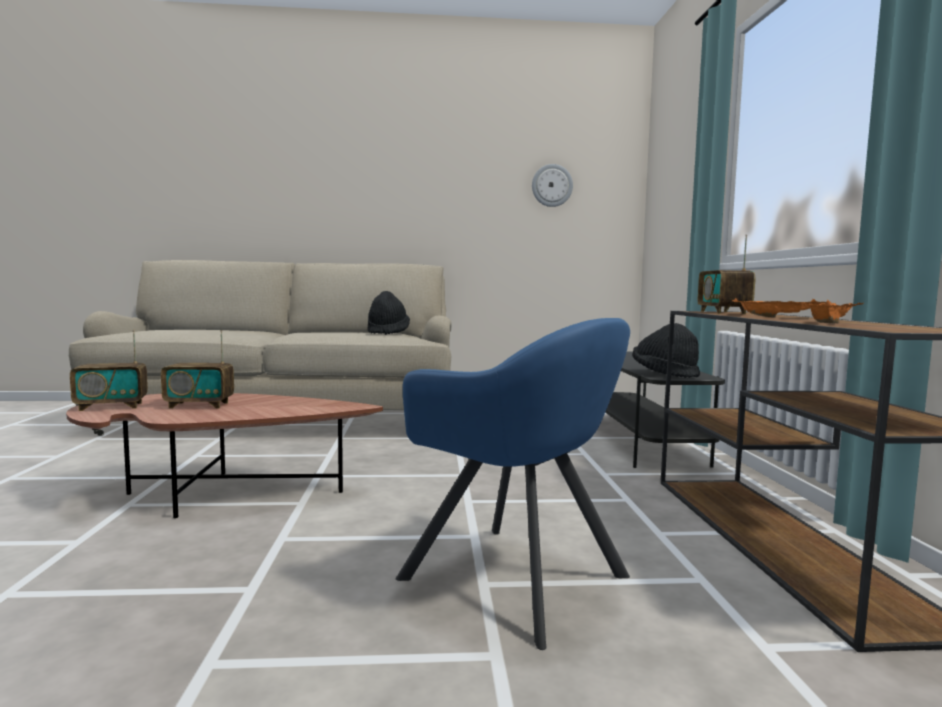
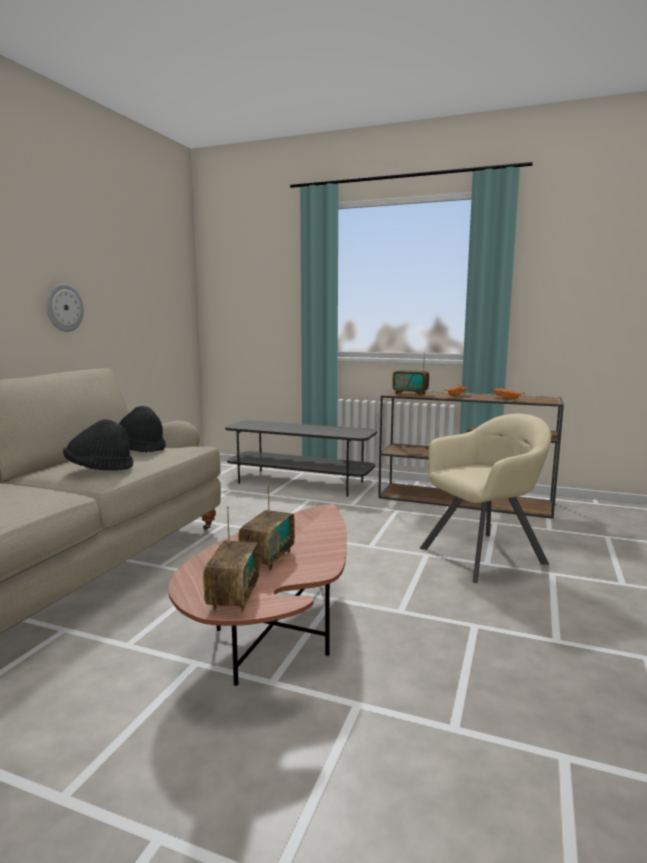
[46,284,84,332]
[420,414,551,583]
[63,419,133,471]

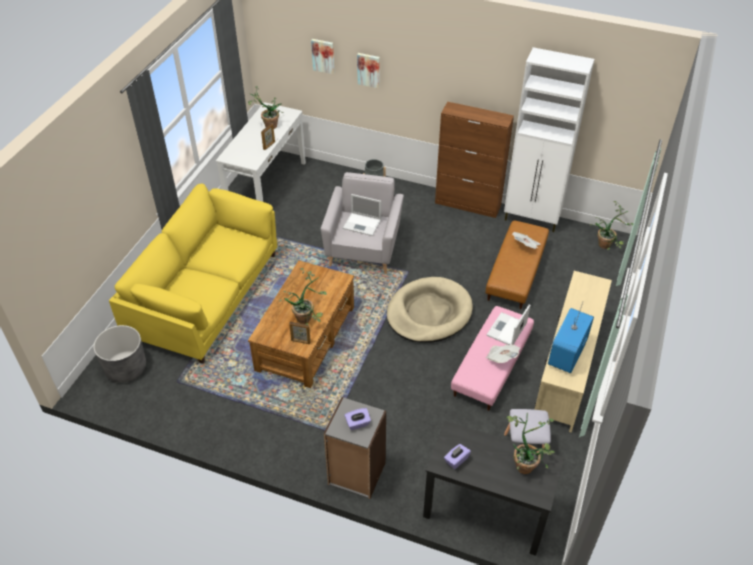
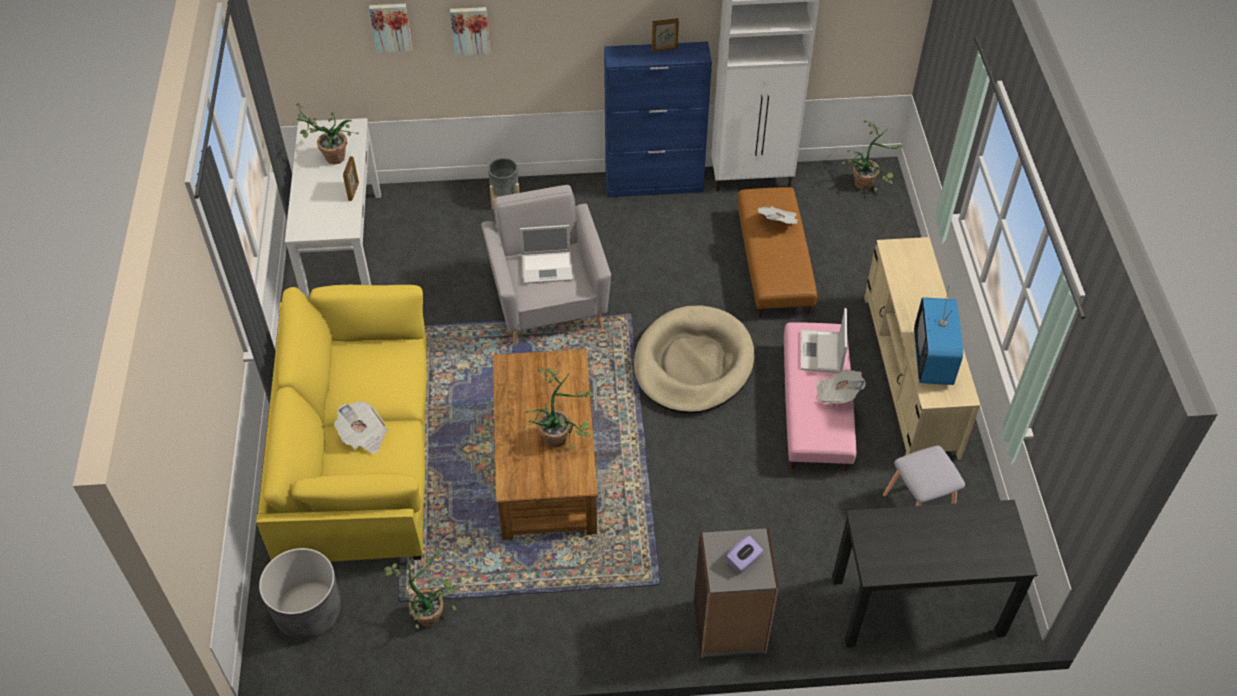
[604,41,712,197]
[652,18,679,52]
[384,550,459,629]
[444,444,471,469] (first image)
[334,401,388,454]

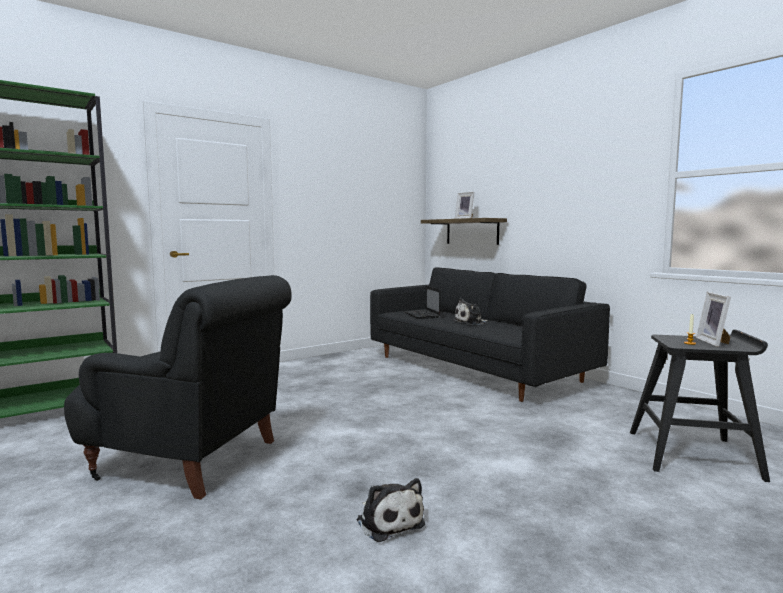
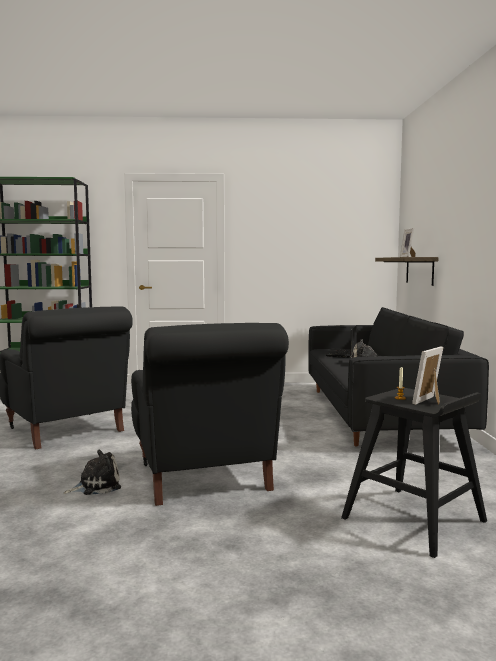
[64,450,121,495]
[131,323,289,506]

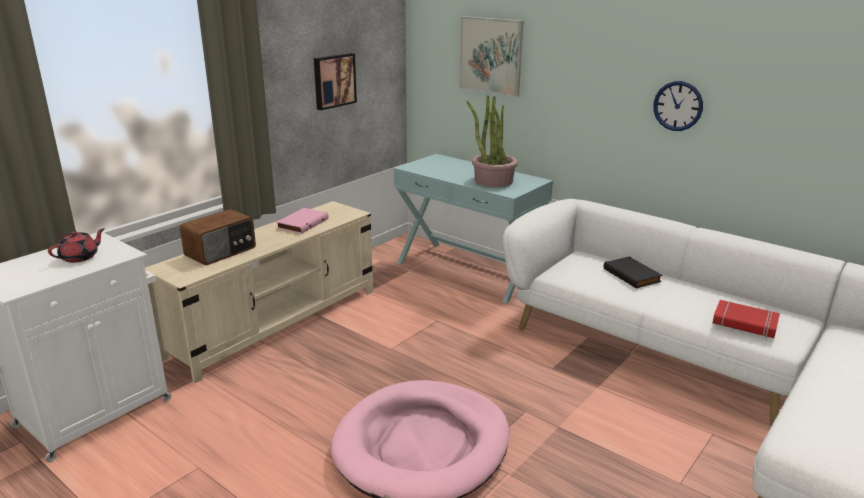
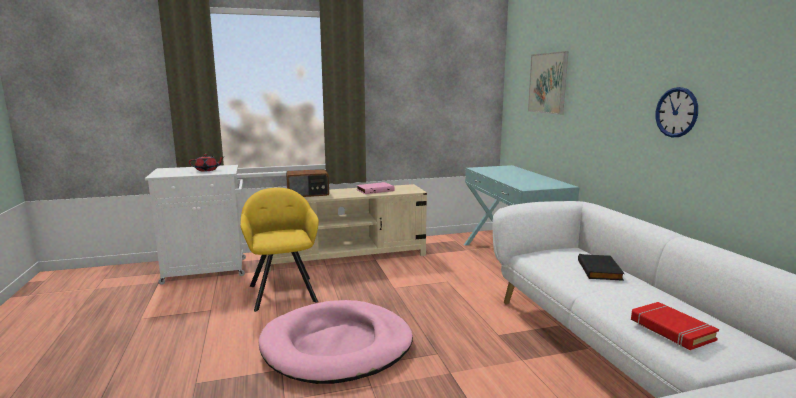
[314,53,357,110] (first image)
[467,95,518,187] (first image)
[240,188,319,312]

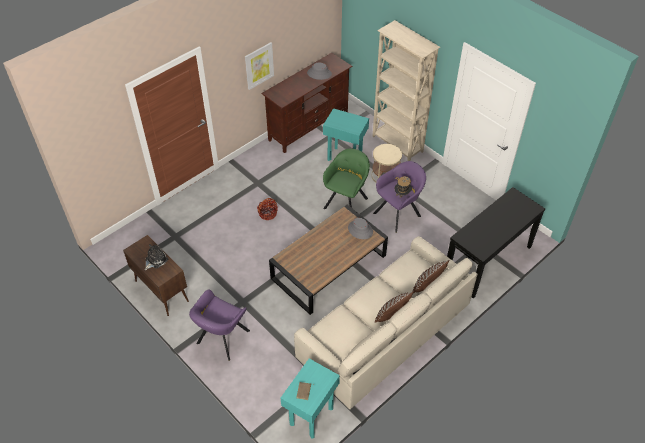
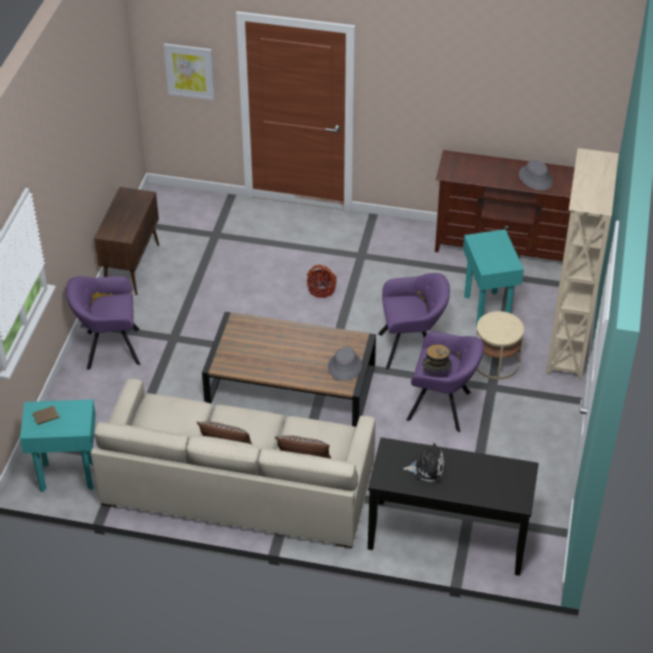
[164,43,215,100]
[378,273,450,370]
[403,443,444,482]

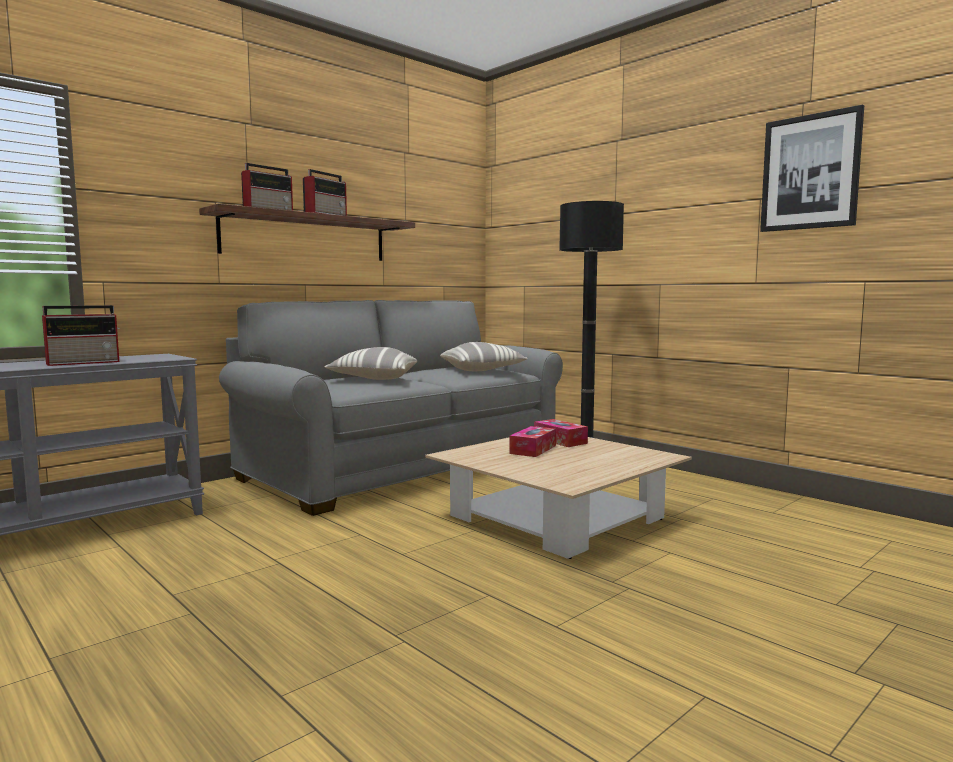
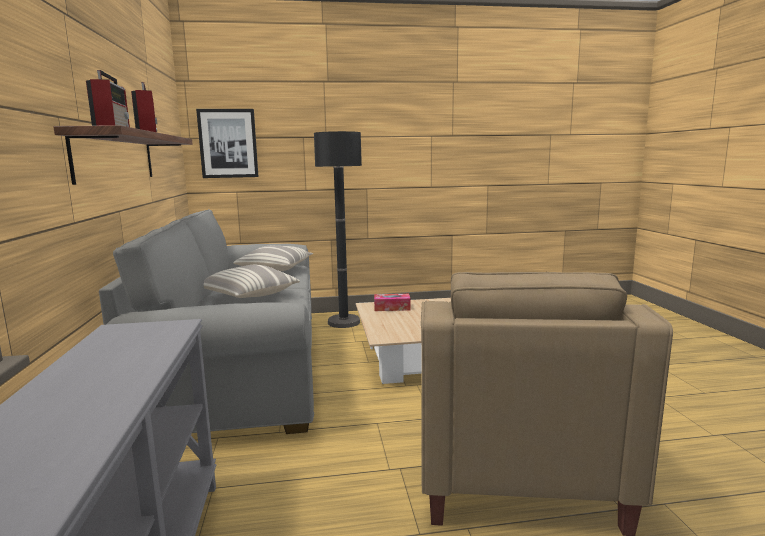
[196,109,258,178]
[42,305,119,366] (first image)
[509,426,556,457] (first image)
[421,272,673,536]

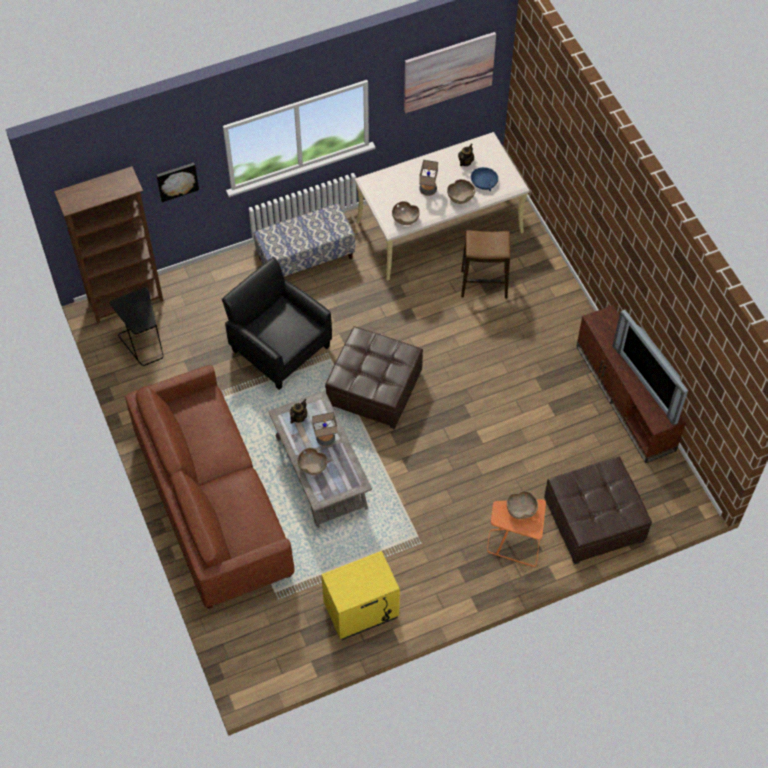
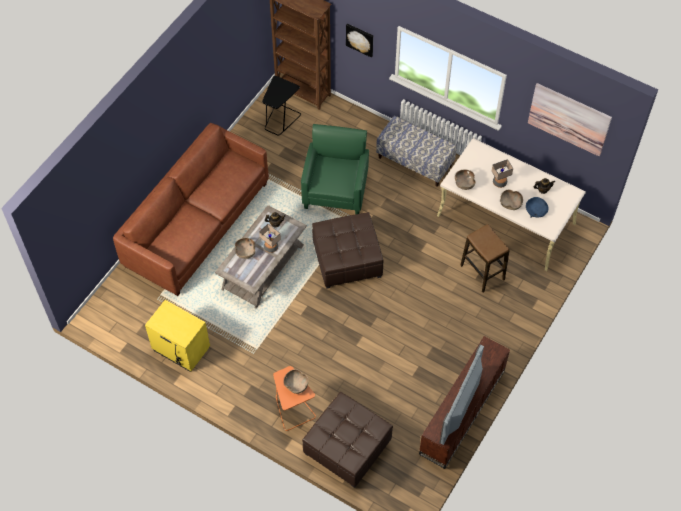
[301,124,369,214]

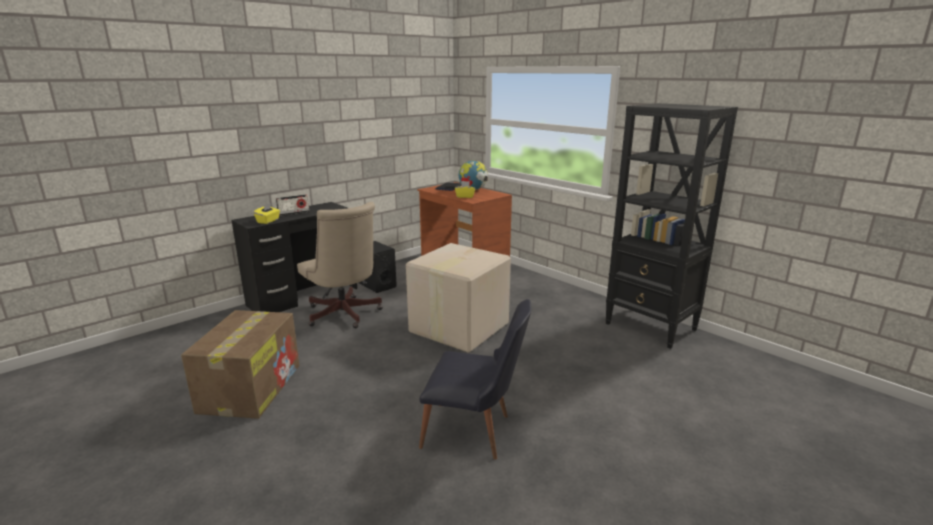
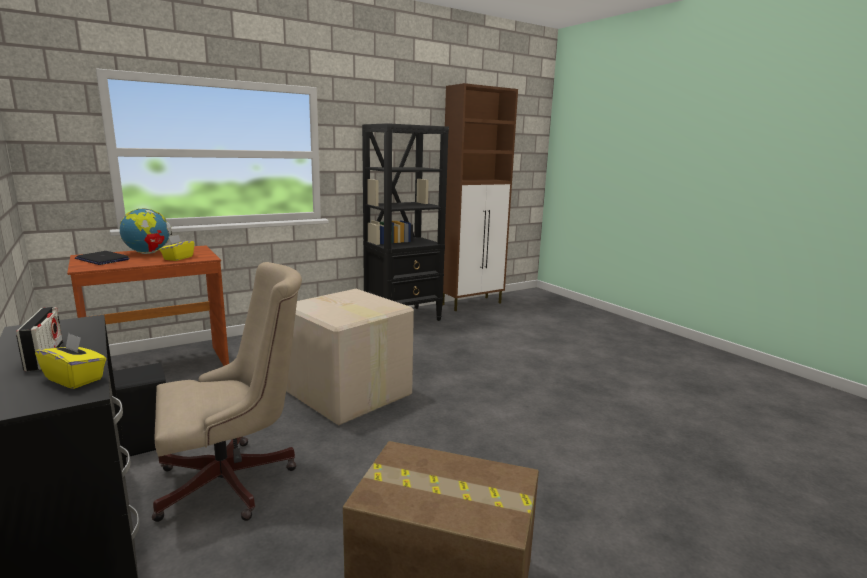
[419,299,532,460] (first image)
[442,83,518,311]

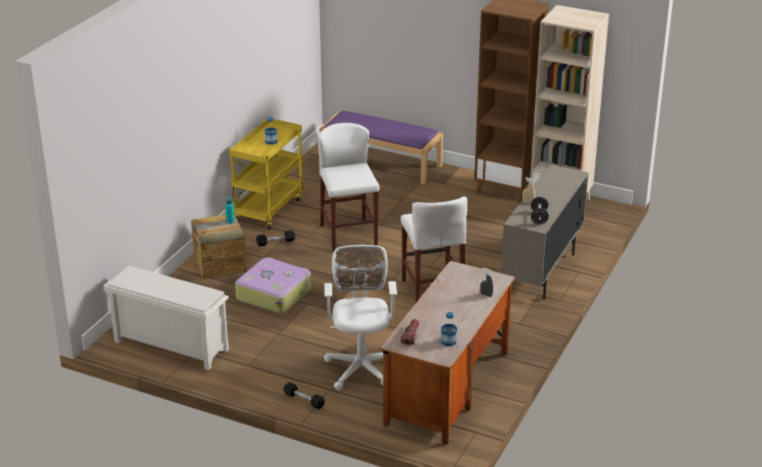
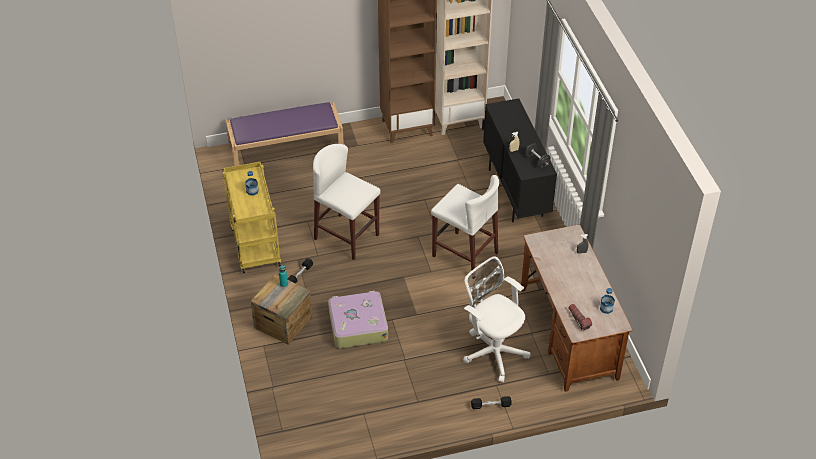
[482,98,557,222]
[103,266,229,370] (first image)

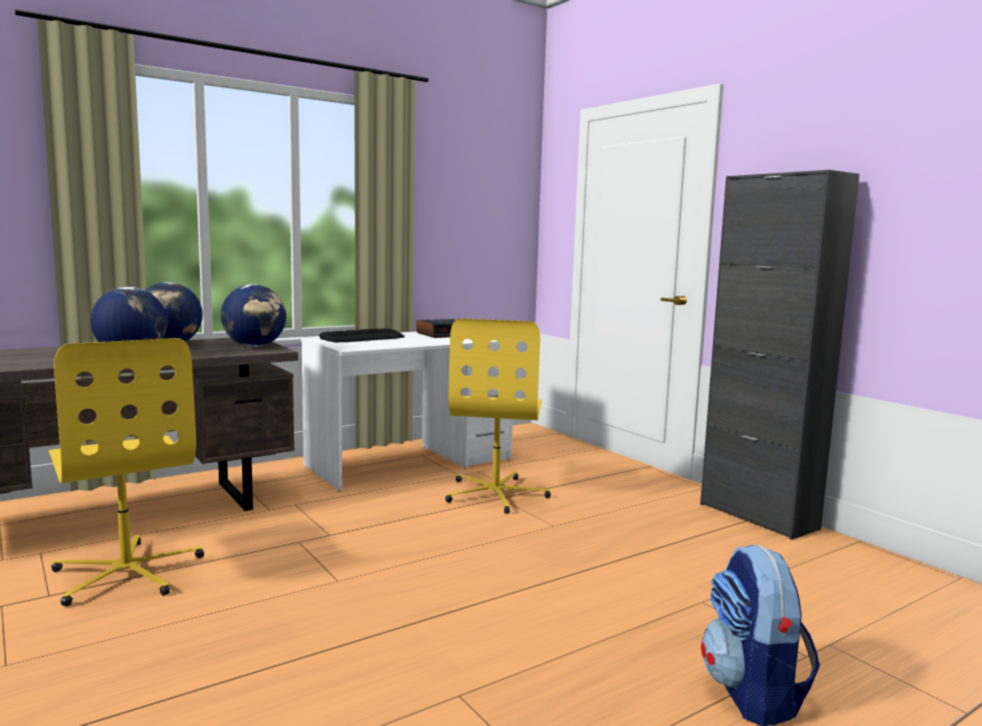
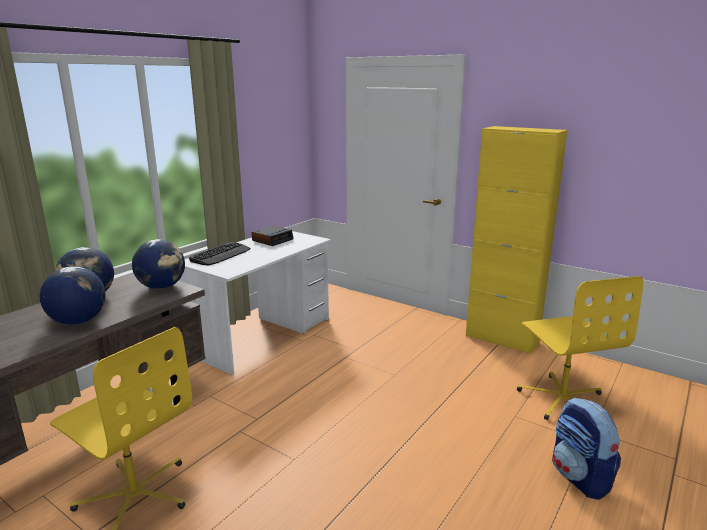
[466,126,568,355]
[517,276,643,420]

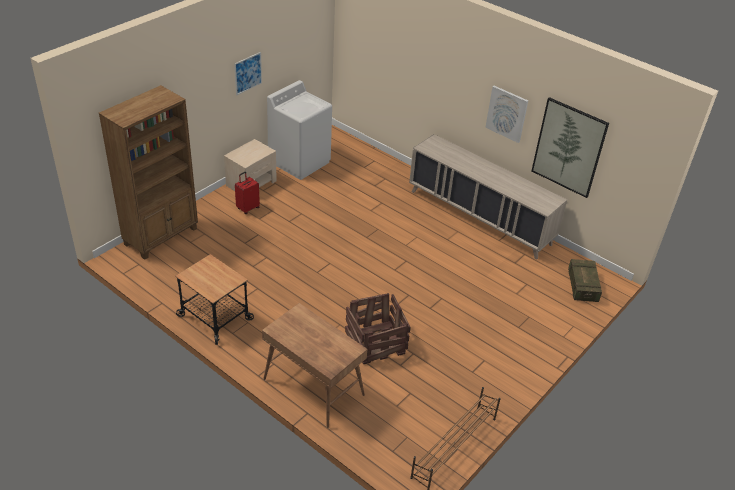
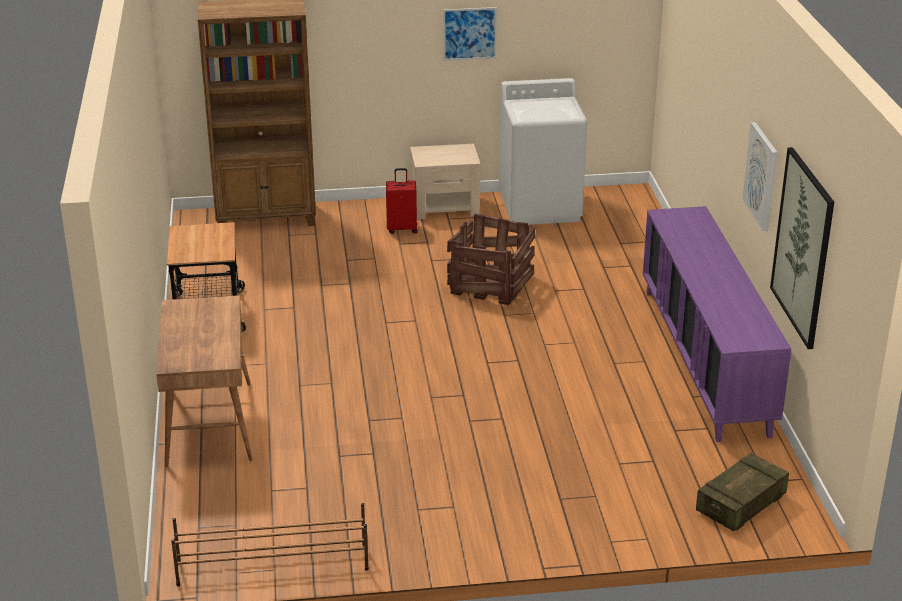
[643,206,791,442]
[447,214,535,305]

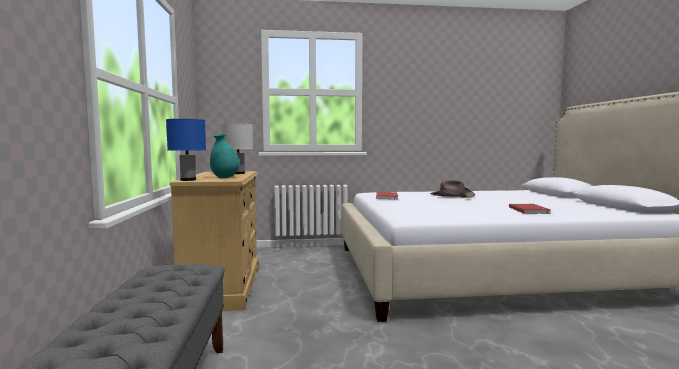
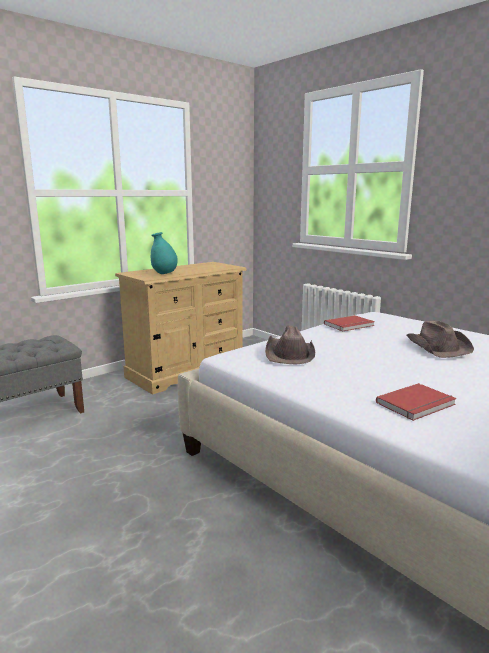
[166,119,206,181] (first image)
[222,123,253,174] (first image)
[265,326,315,364]

